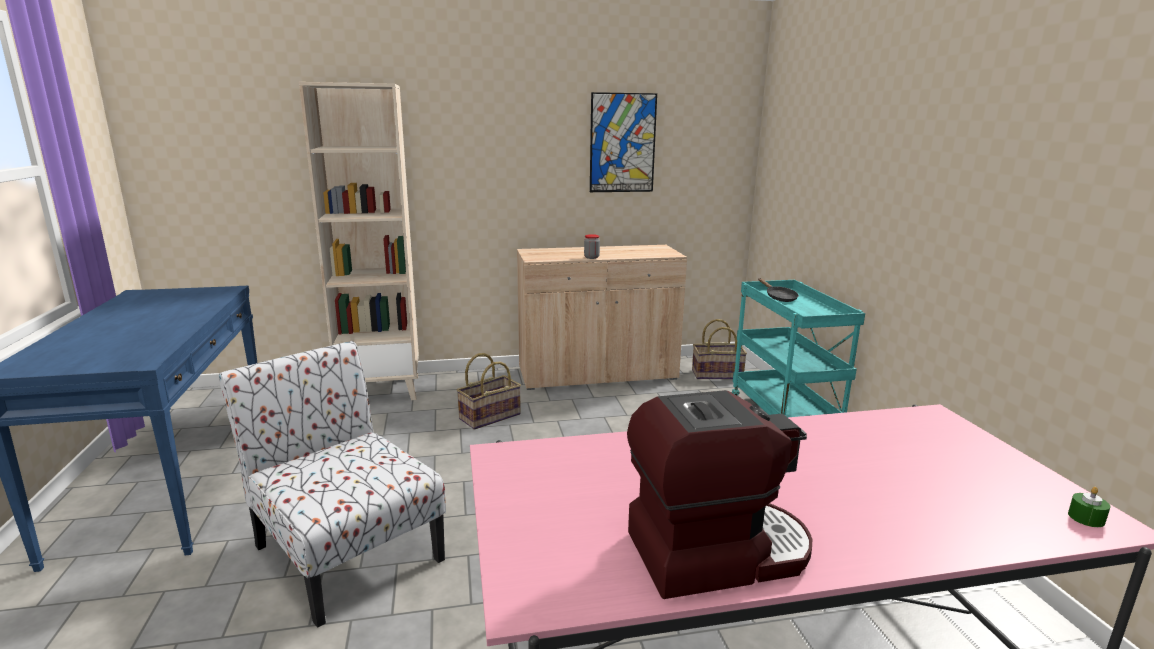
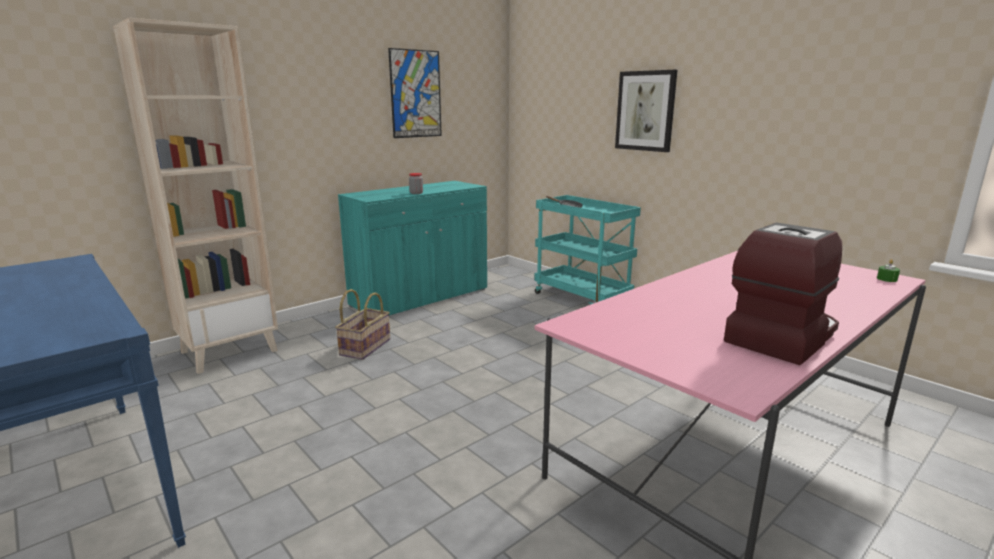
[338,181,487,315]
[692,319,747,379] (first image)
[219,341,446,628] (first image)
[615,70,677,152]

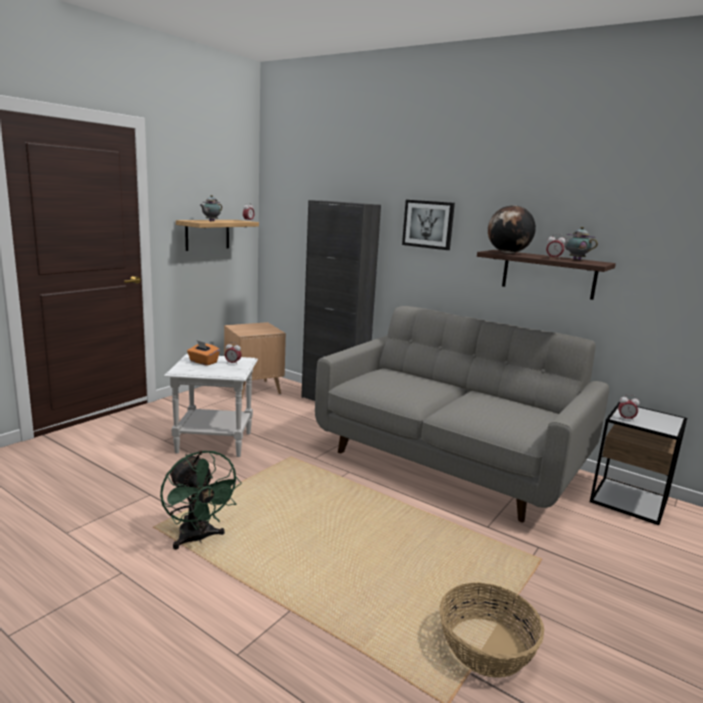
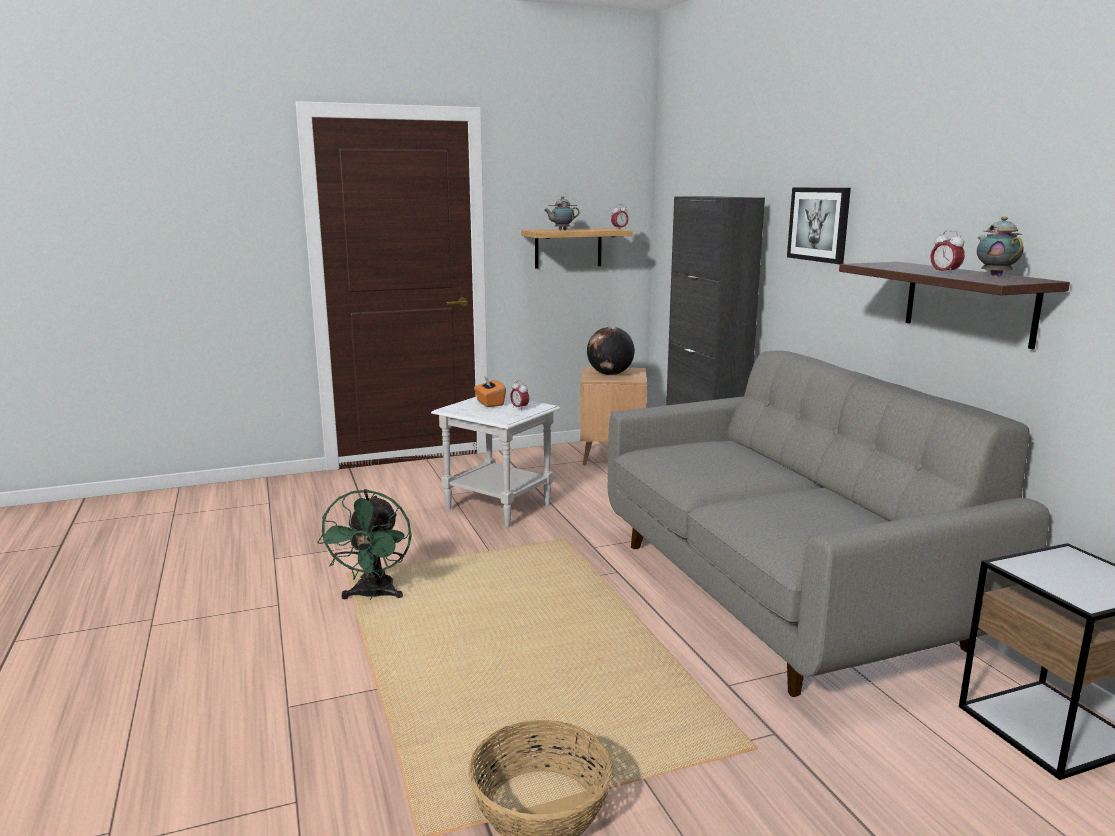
[587,327,635,375]
[618,395,640,422] (first image)

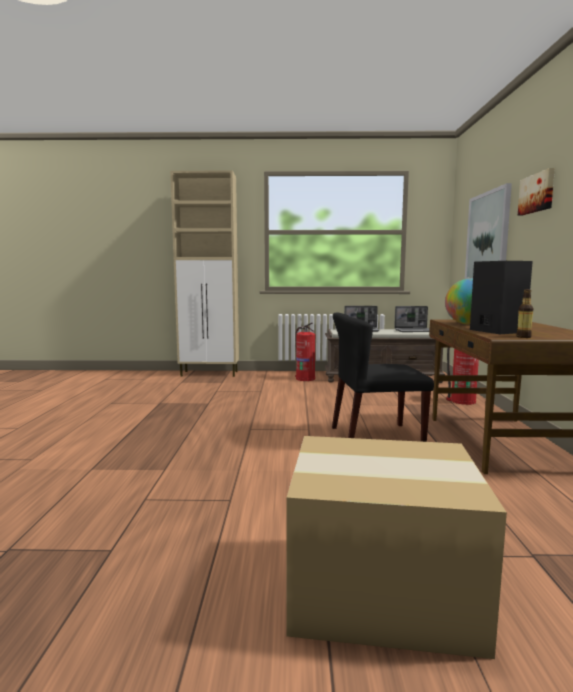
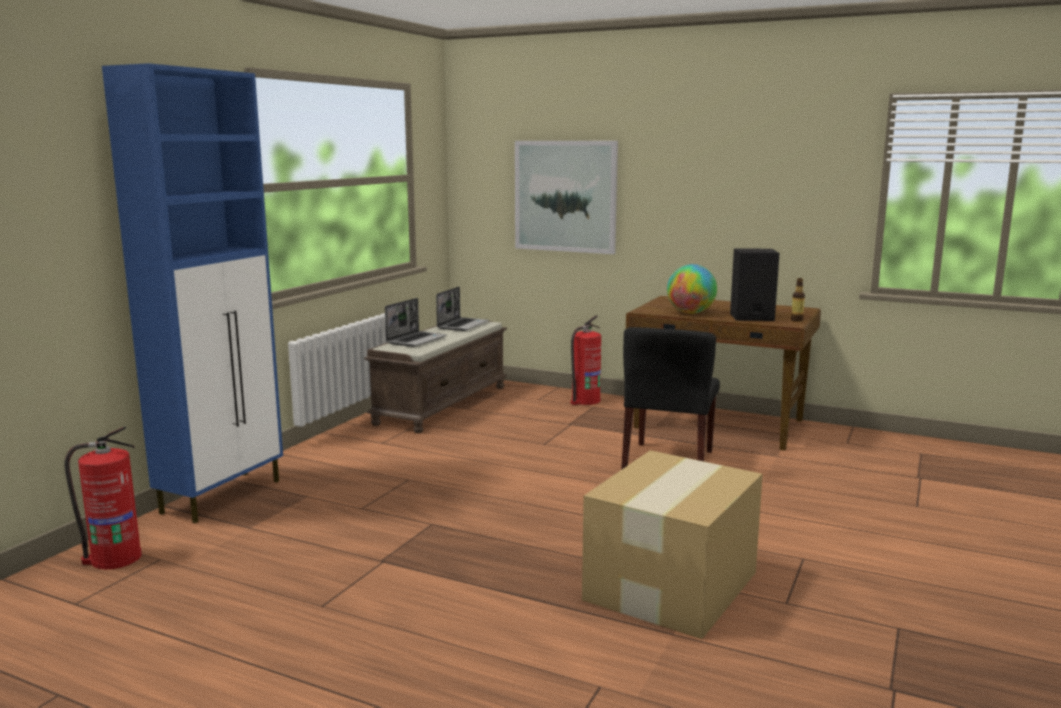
[518,168,555,215] (first image)
[102,63,283,523]
[64,427,142,569]
[582,450,763,639]

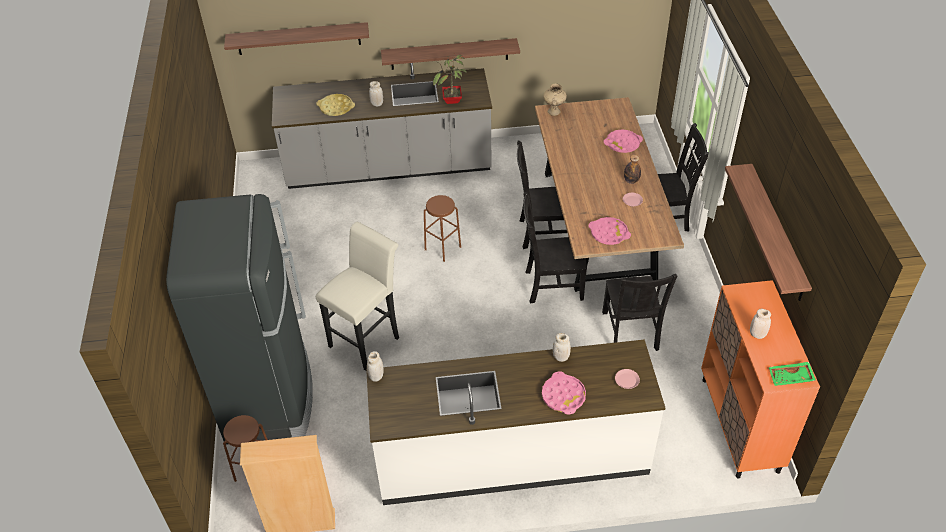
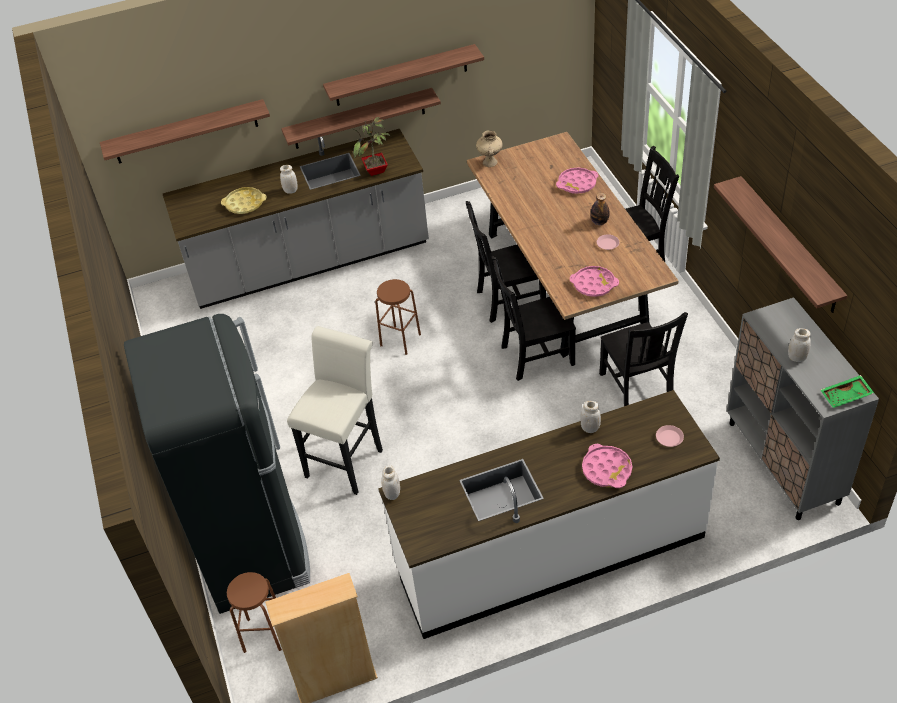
[727,297,879,520]
[323,44,484,106]

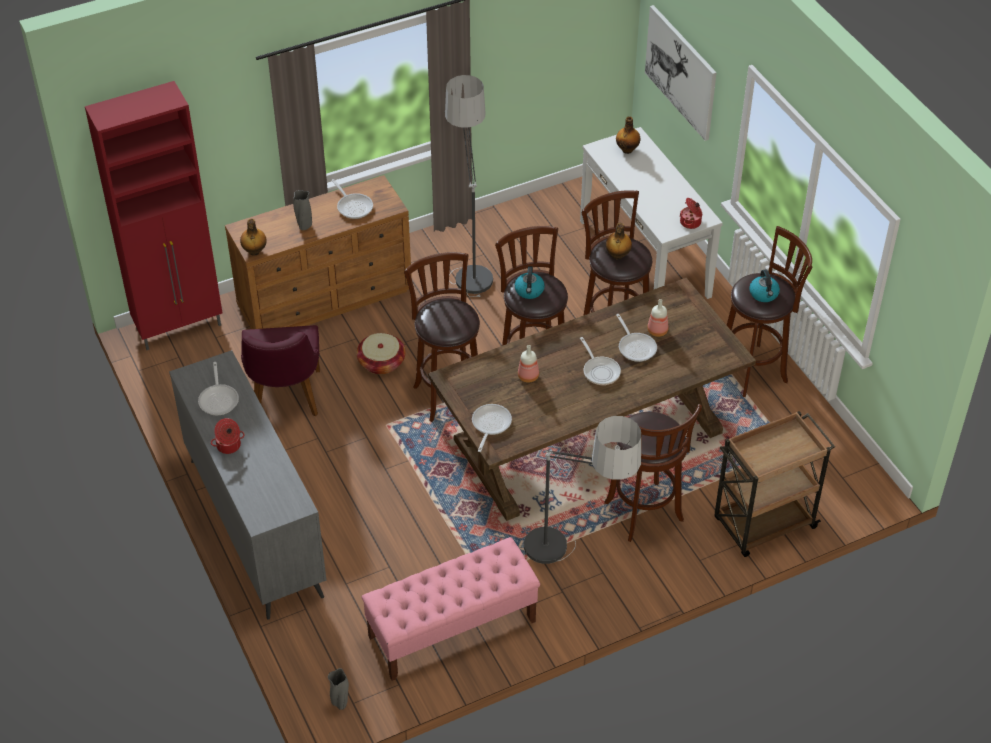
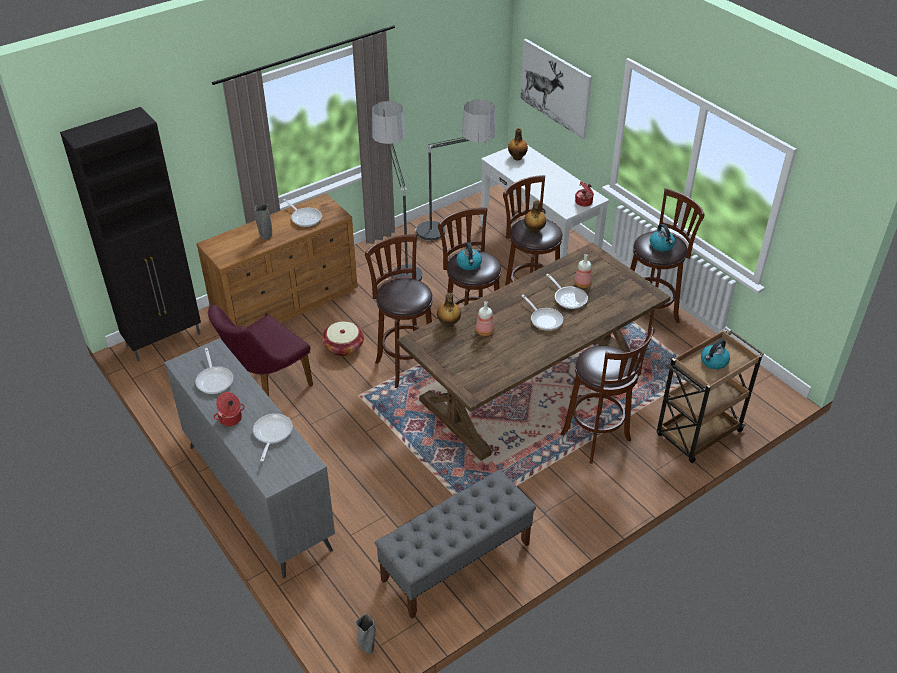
[60,107,201,361]
[437,293,461,327]
[208,305,313,397]
[253,413,293,462]
[414,99,496,241]
[375,470,536,619]
[701,339,730,369]

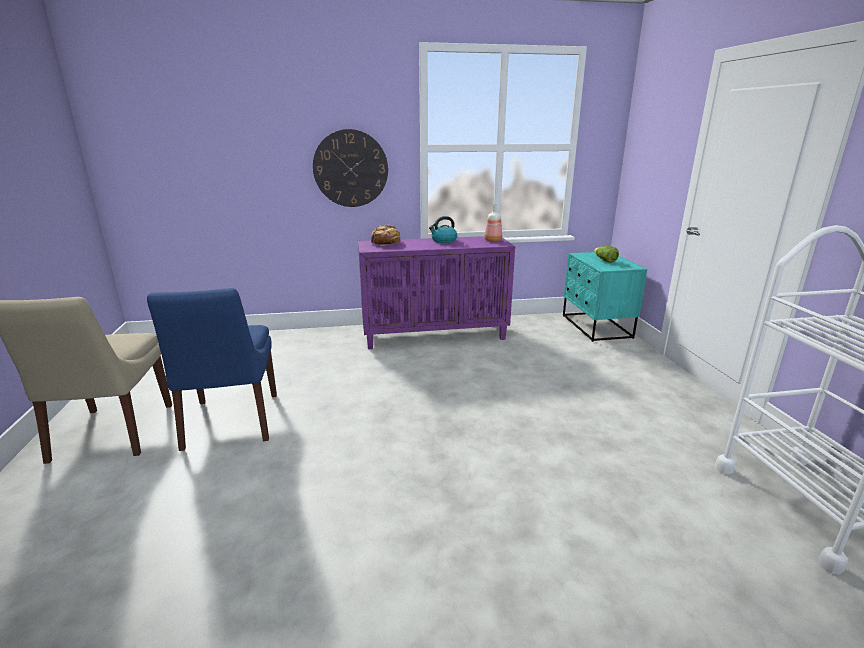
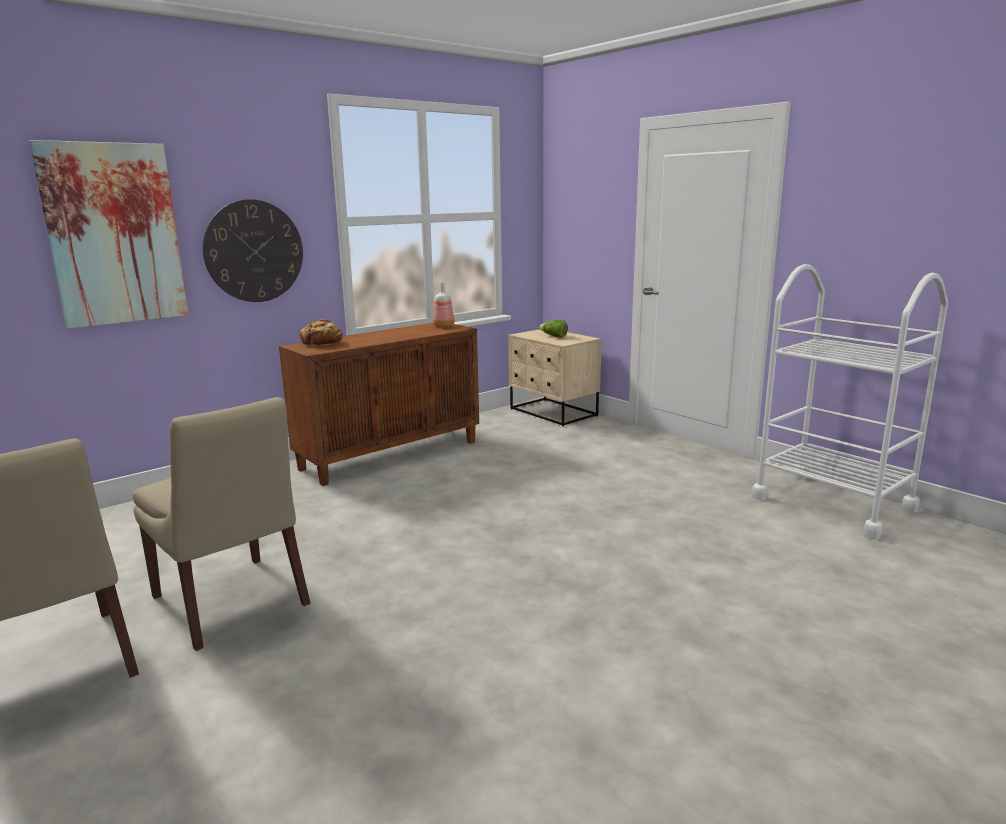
[429,216,457,243] (first image)
[279,323,479,486]
[508,329,601,426]
[133,397,311,651]
[29,140,189,329]

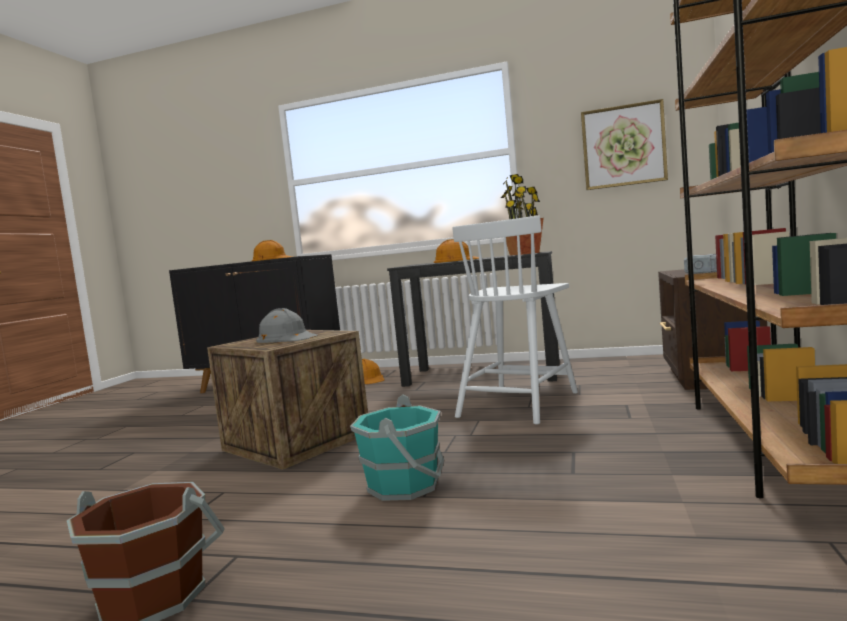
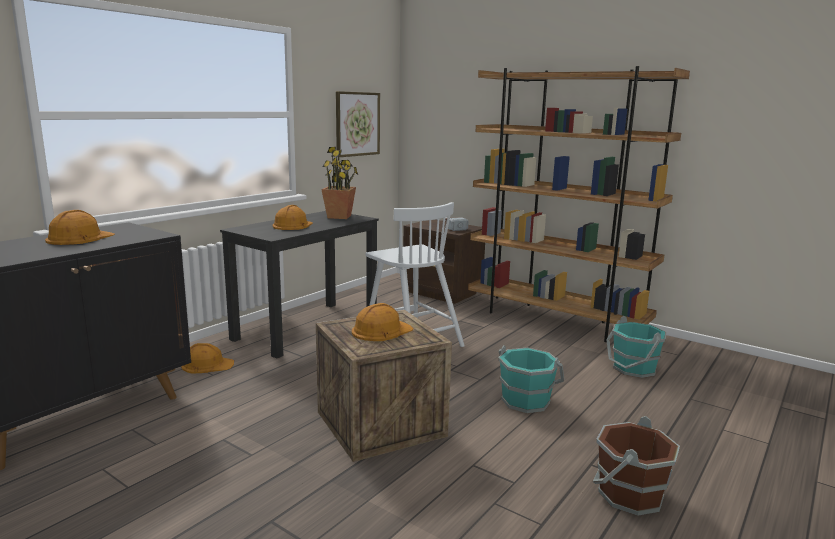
[352,303,414,341]
[606,316,667,378]

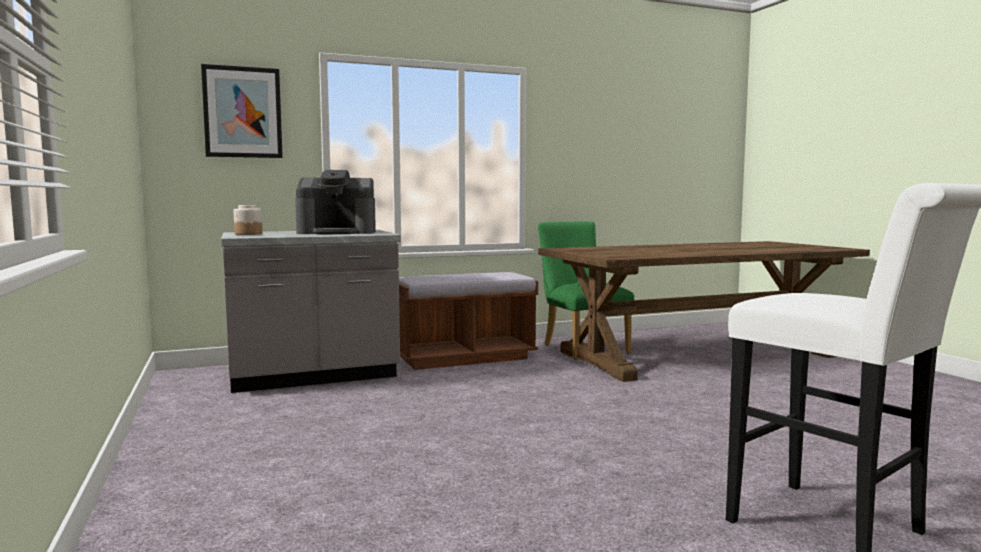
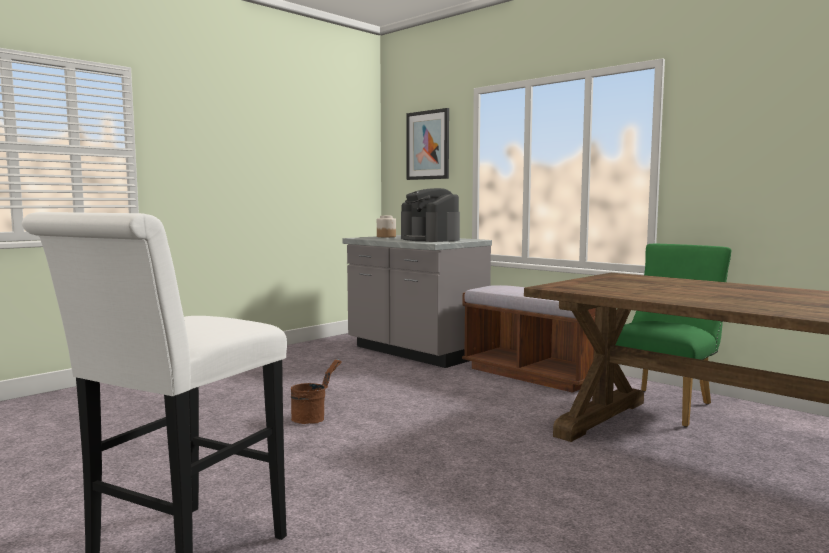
[291,359,342,424]

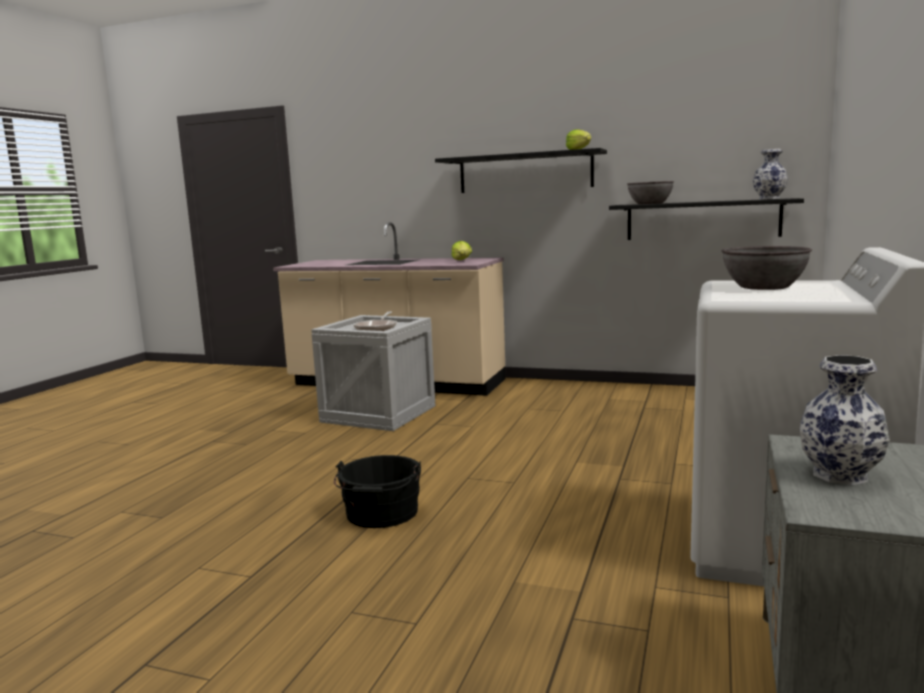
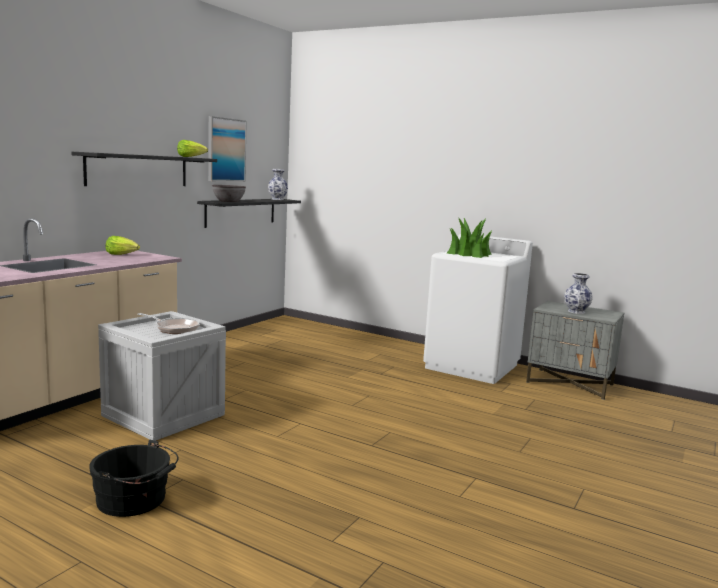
[447,218,492,258]
[89,439,178,517]
[208,116,247,181]

